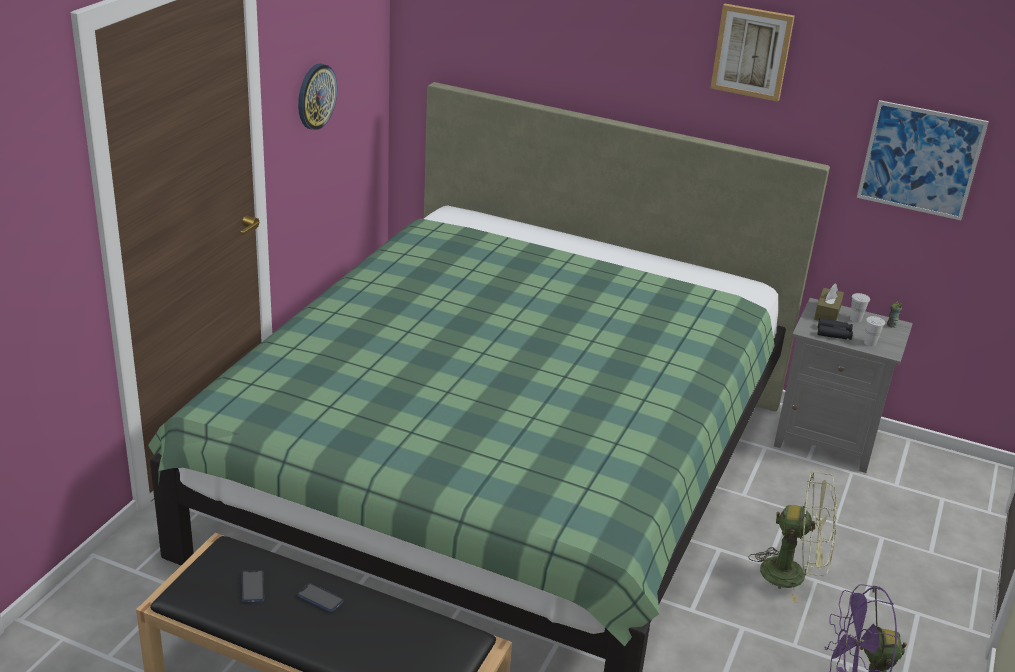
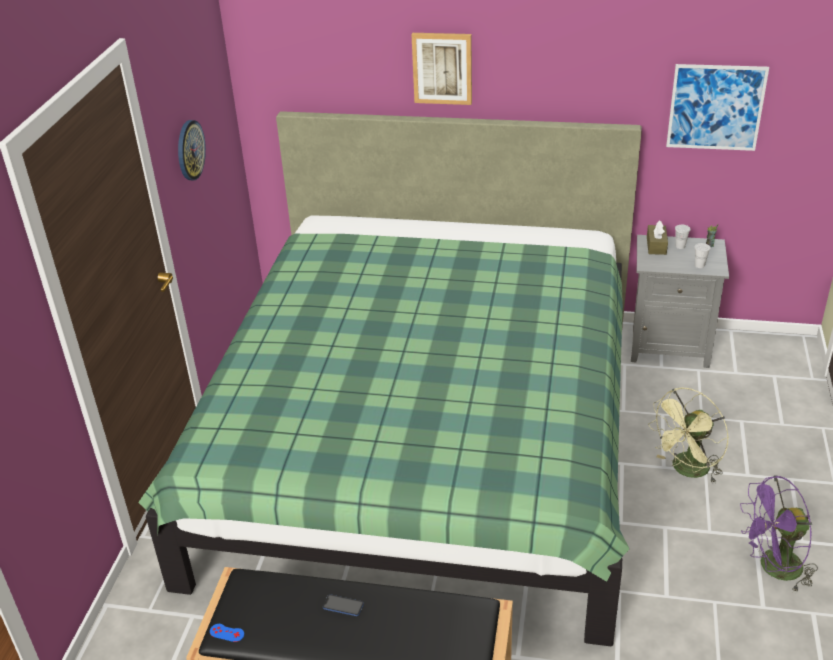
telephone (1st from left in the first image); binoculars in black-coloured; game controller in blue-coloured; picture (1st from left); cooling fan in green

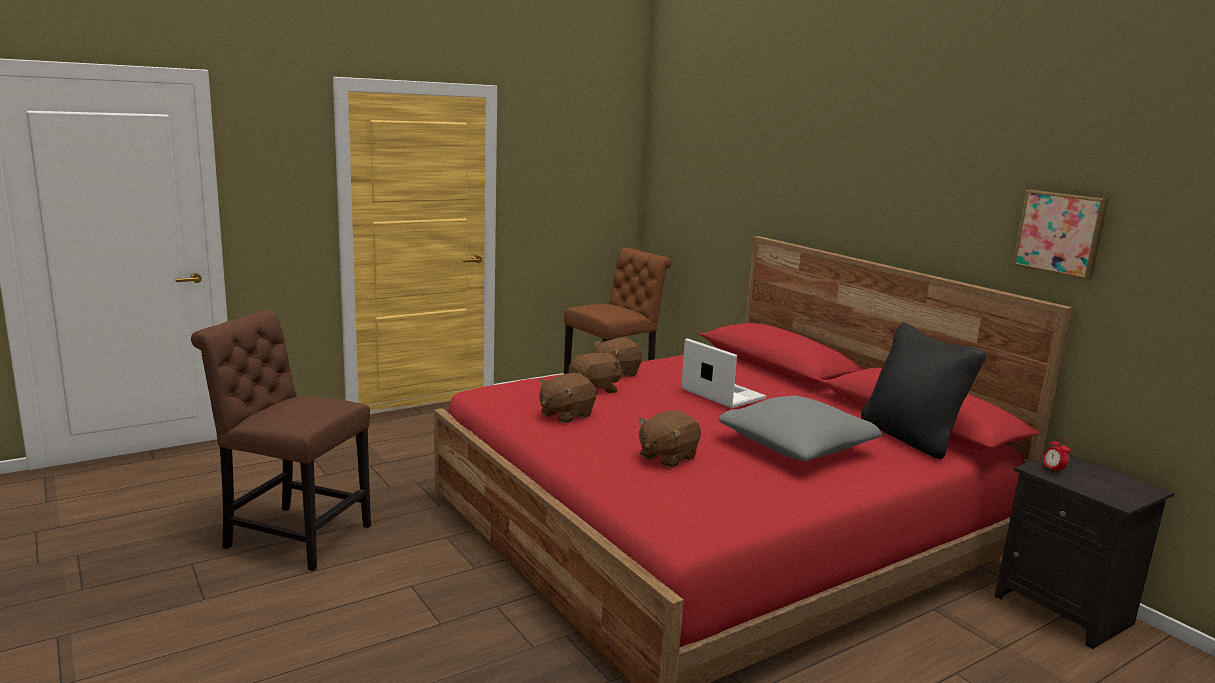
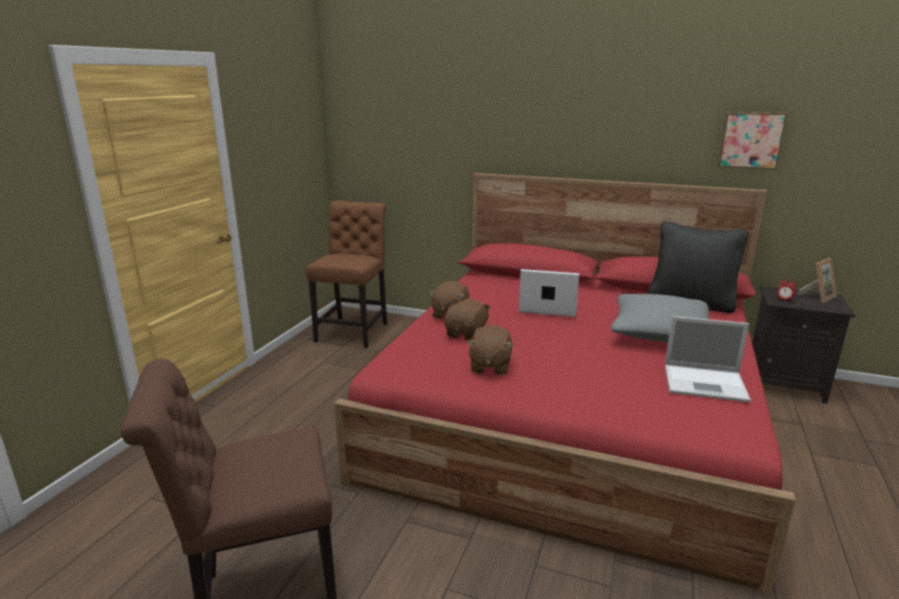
cuddly toy in brown (4th from left in the first image); notebook computer (2nd from left); standing frame

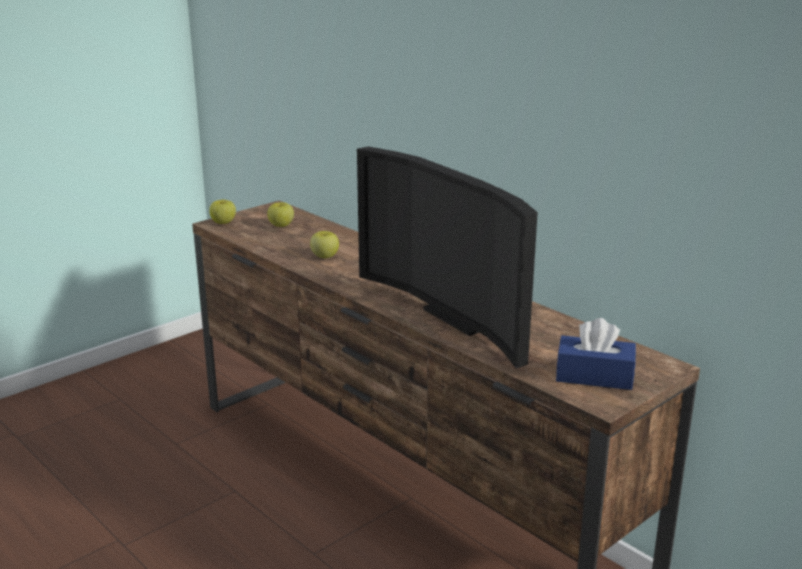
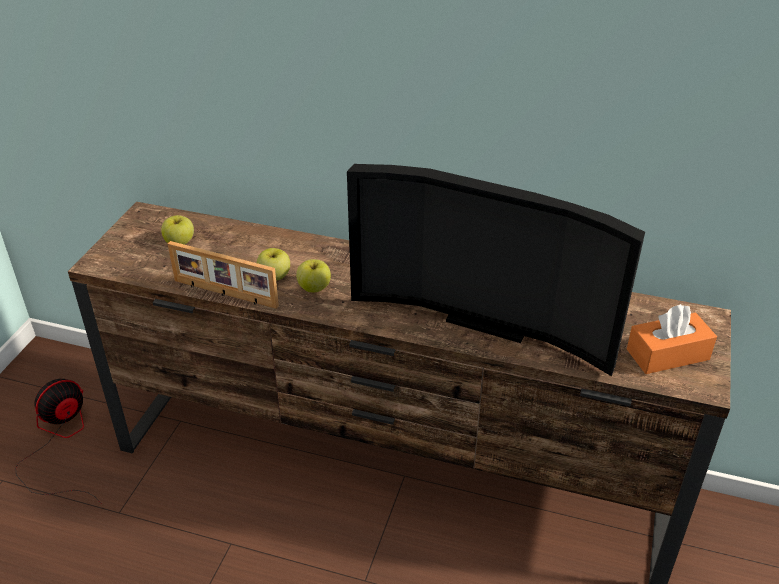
cooling fan; standing frame; apple fruit (3rd from left); tissue box in orange

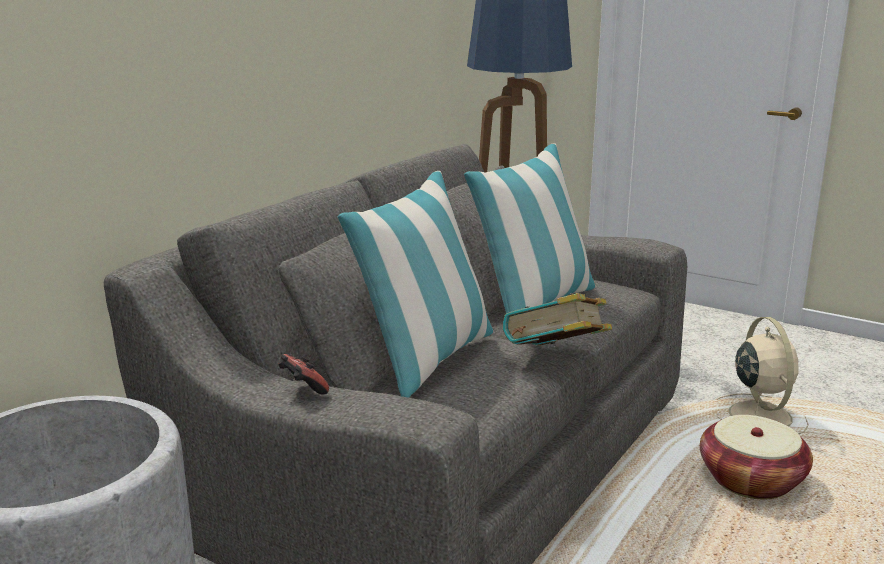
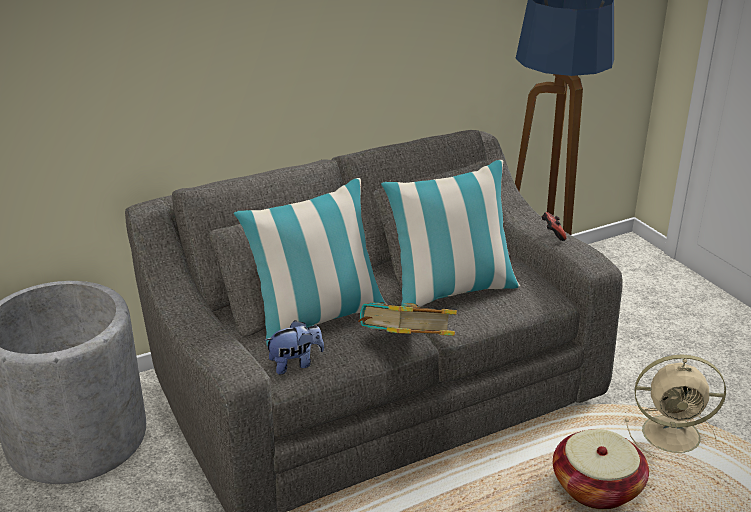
cuddly toy; game controller; cooling fan in beige

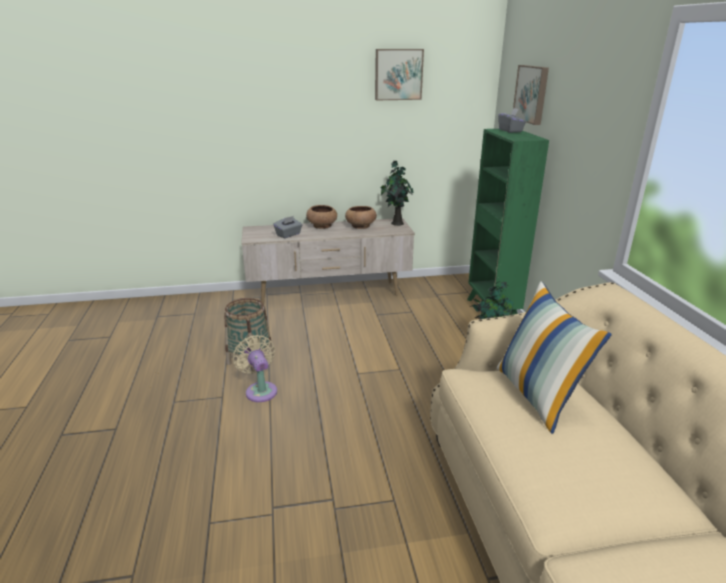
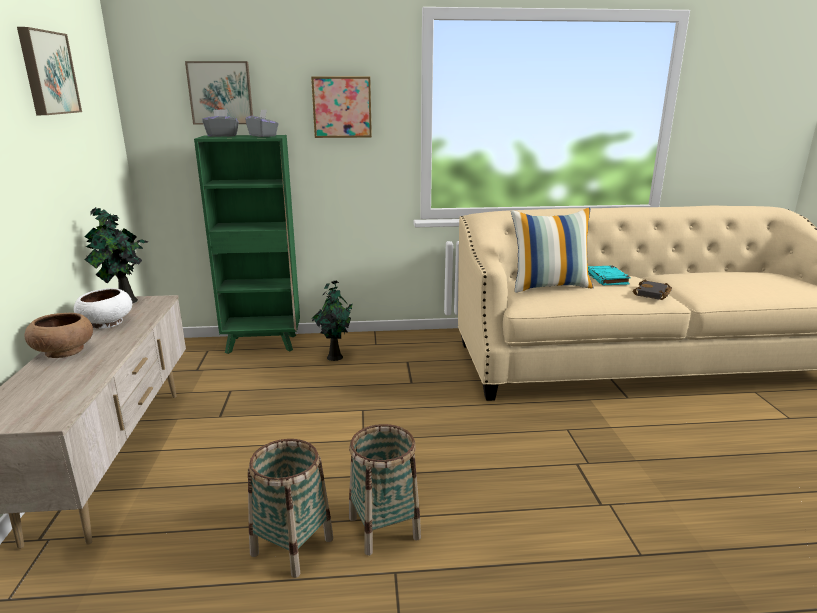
picture (3rd from left); book in blue-green; book in black-coloured; tissue box in gray (2nd from left); storage basket (2nd from left); serving bowl in white-coloured

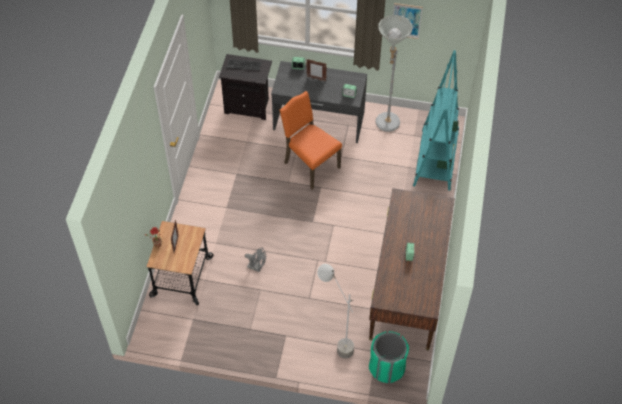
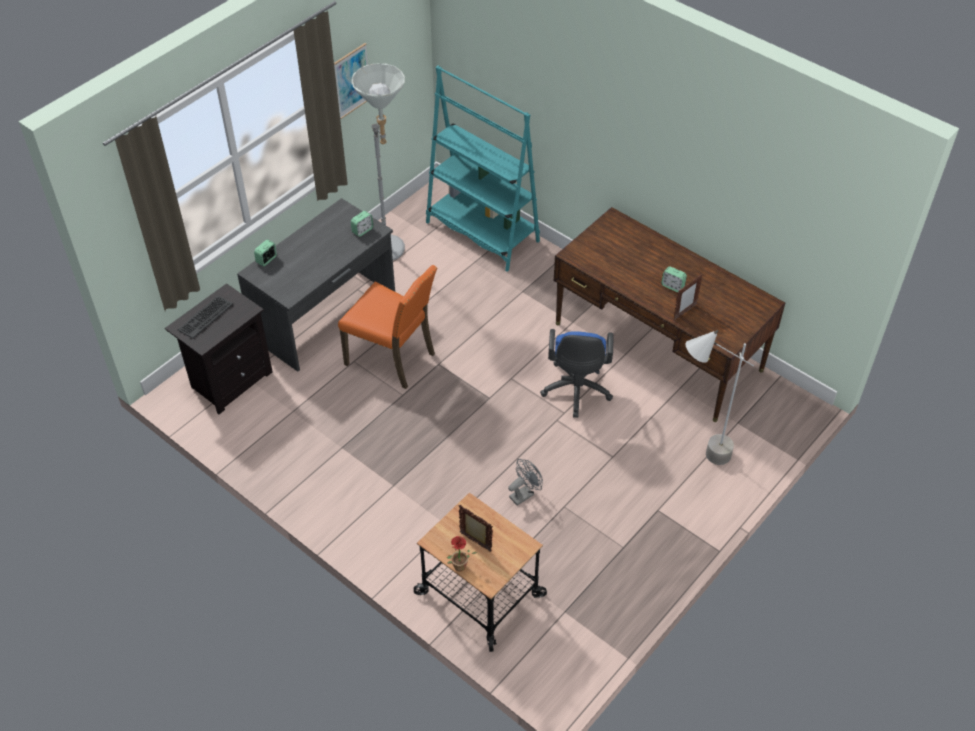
trash can in green; computer chair in blue-coloured; standing frame (2nd from left); upright chair in orange

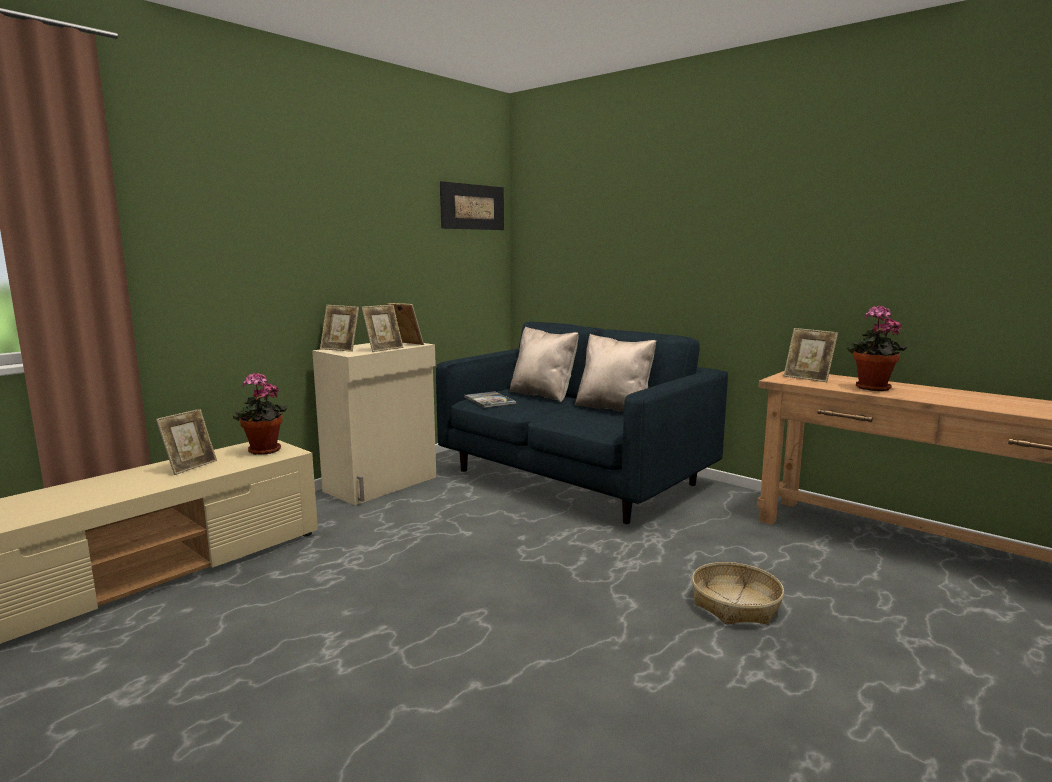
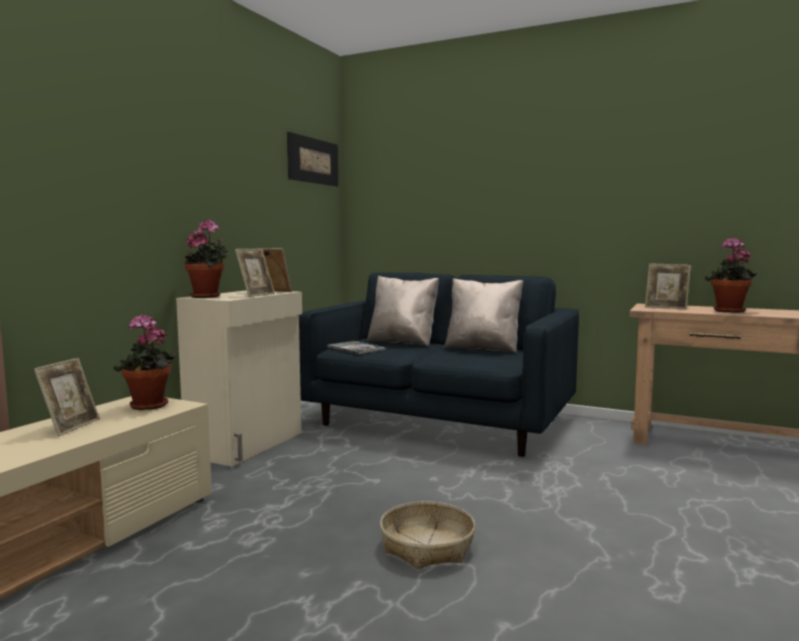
storage basket; potted plant (2nd from left)

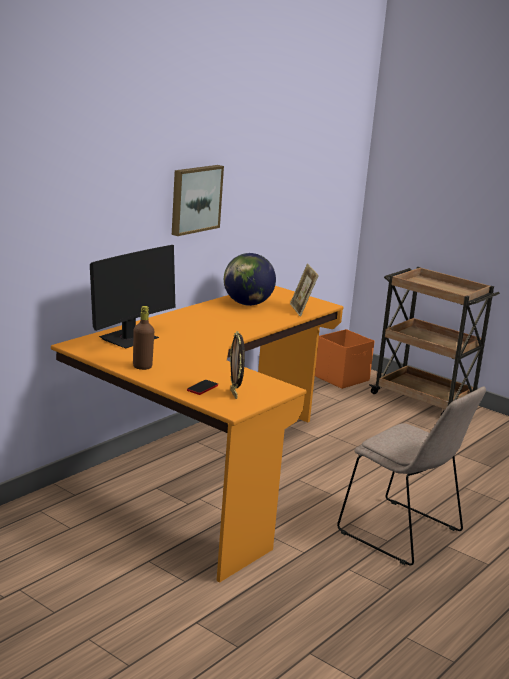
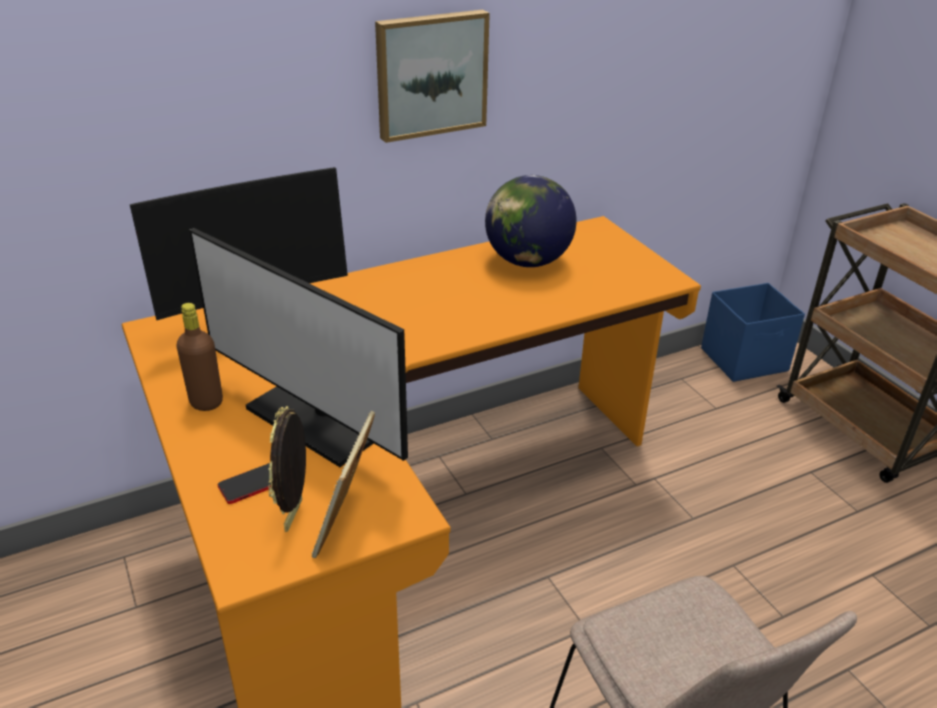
computer display (2nd from left); standing frame (2nd from left); storage box in blue-coloured

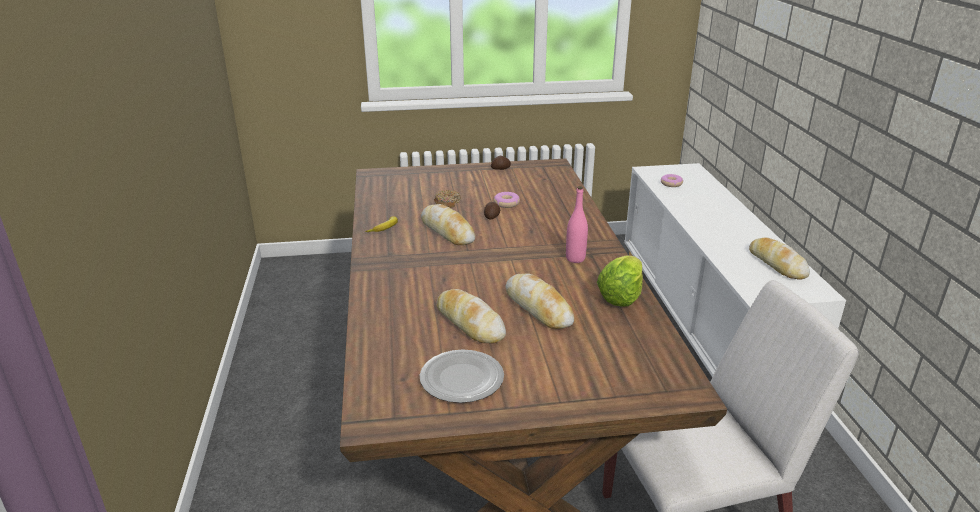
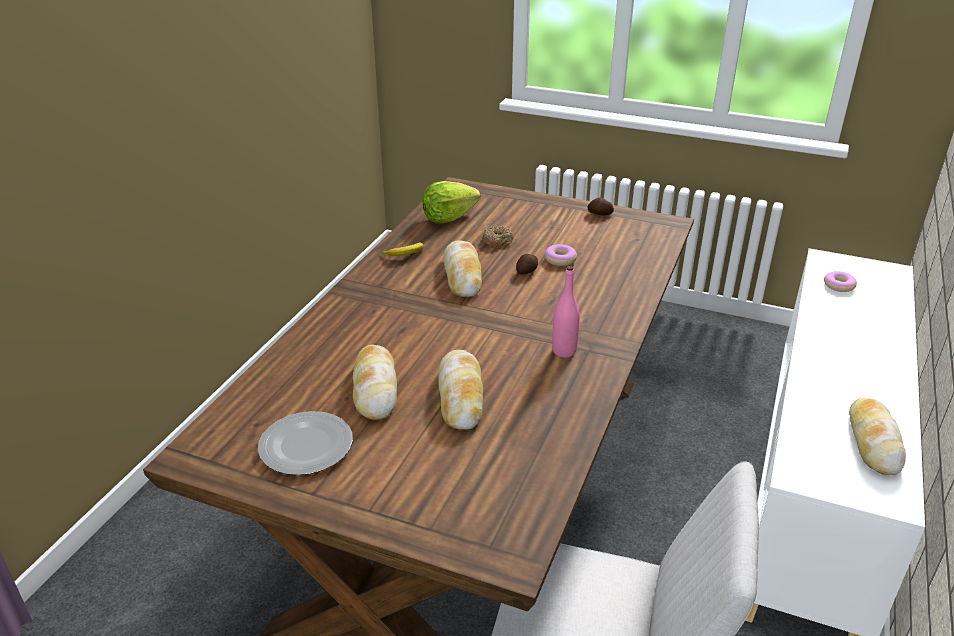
head of lettuce

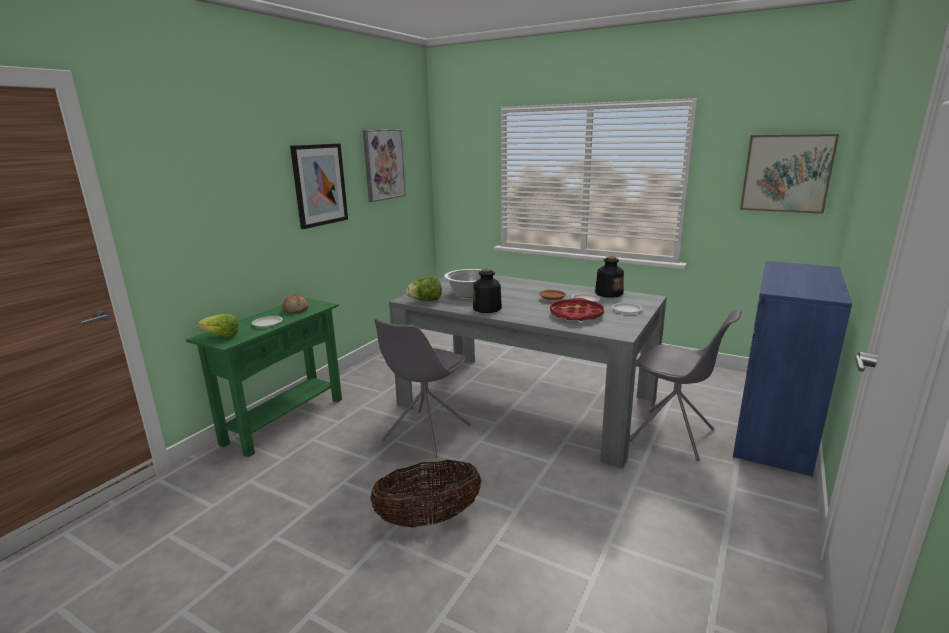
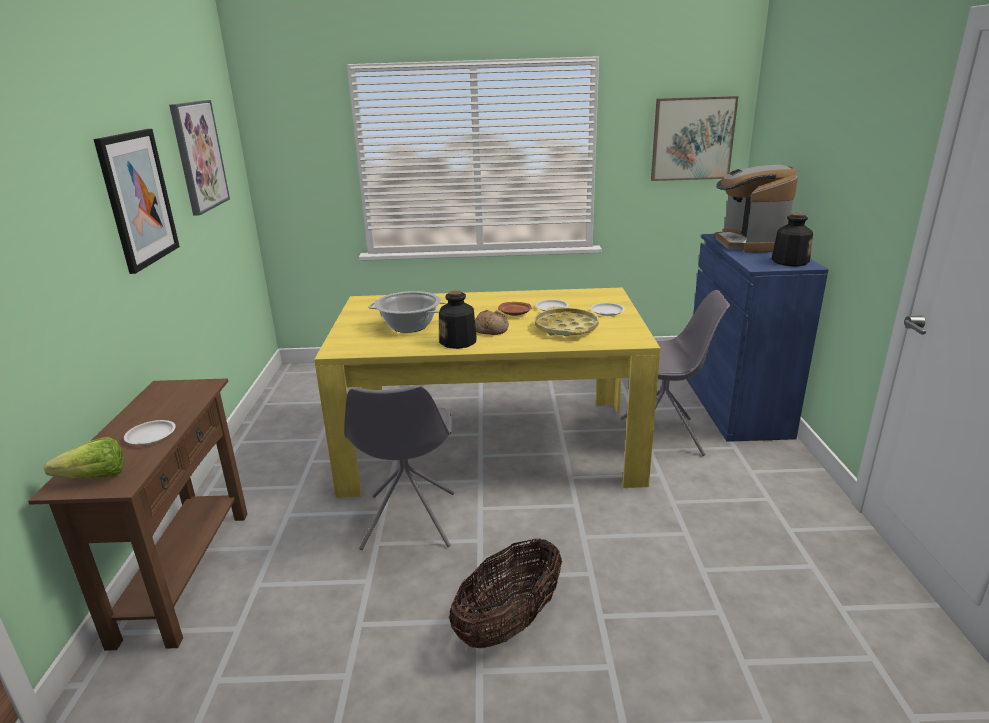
head of lettuce (2nd from left in the first image); coffee machine; baked bread; beverage bottle (2nd from left); console table in brown; kitchen table in yellowish; serving tray in yellowish

